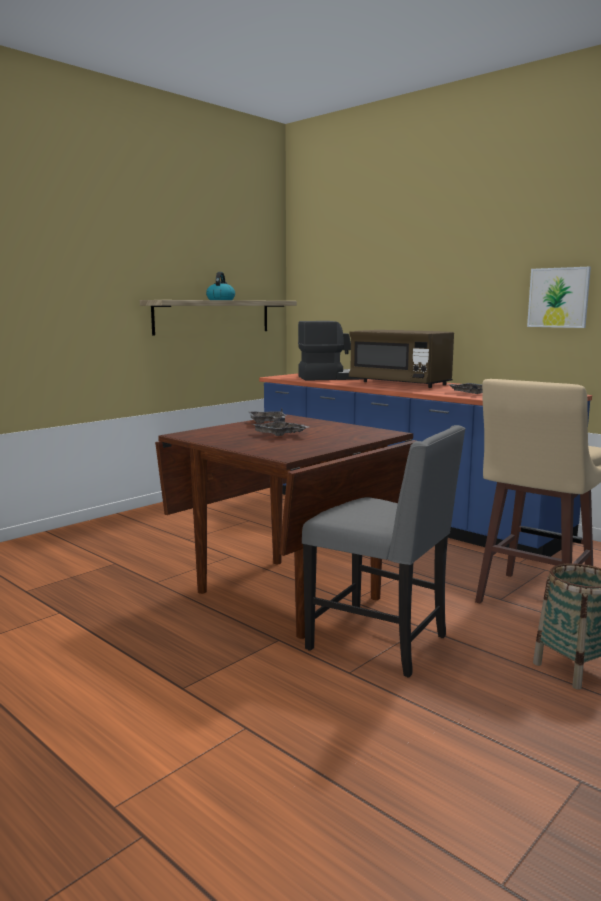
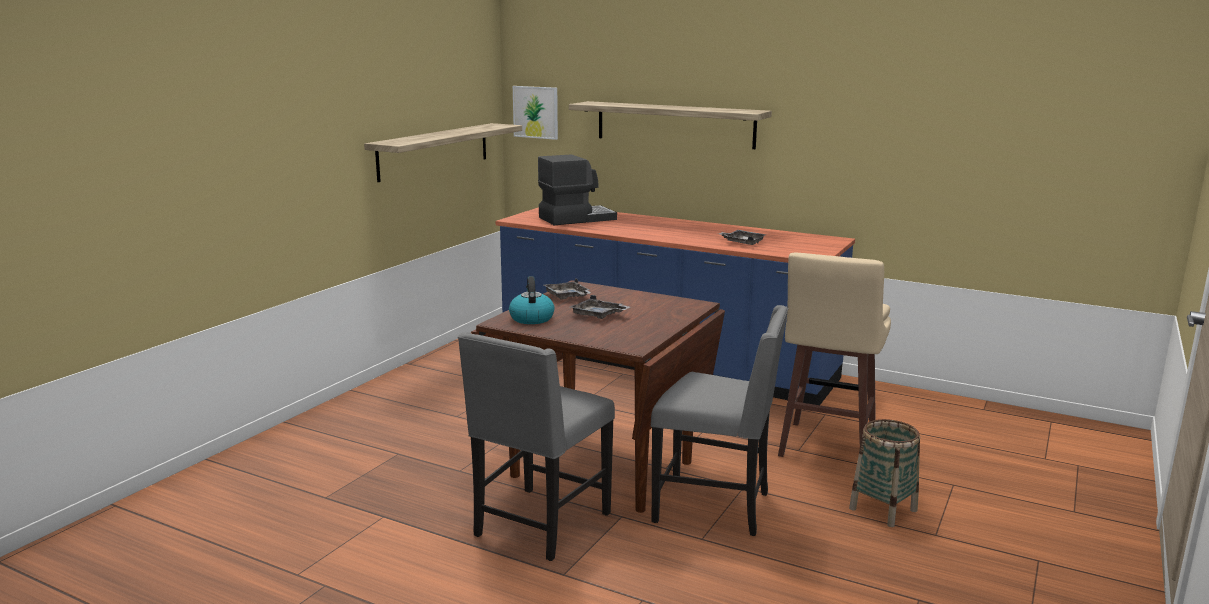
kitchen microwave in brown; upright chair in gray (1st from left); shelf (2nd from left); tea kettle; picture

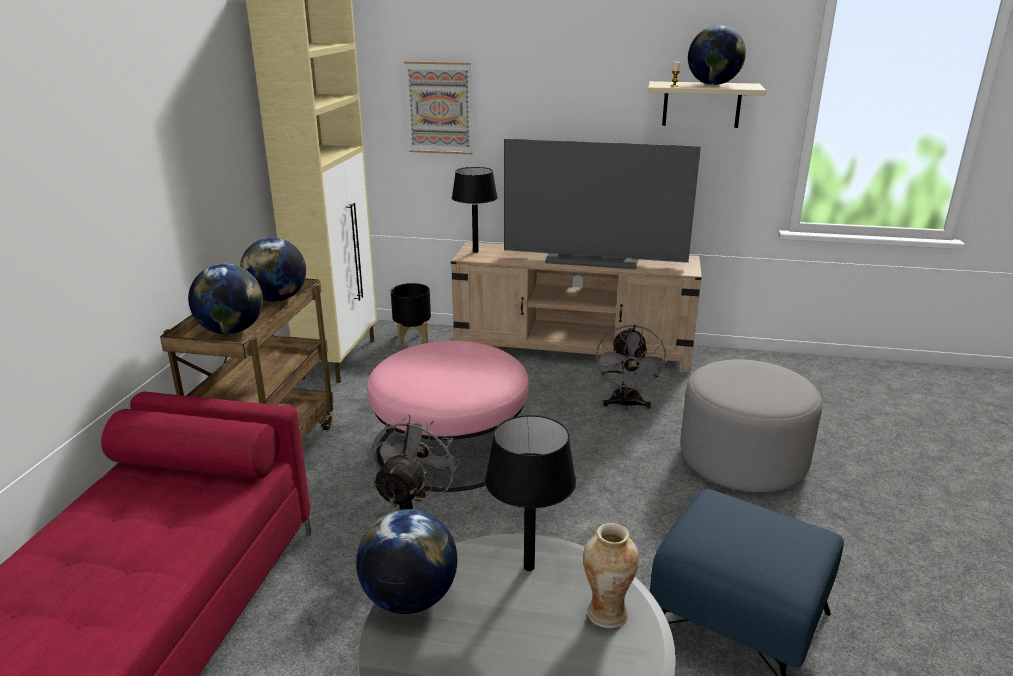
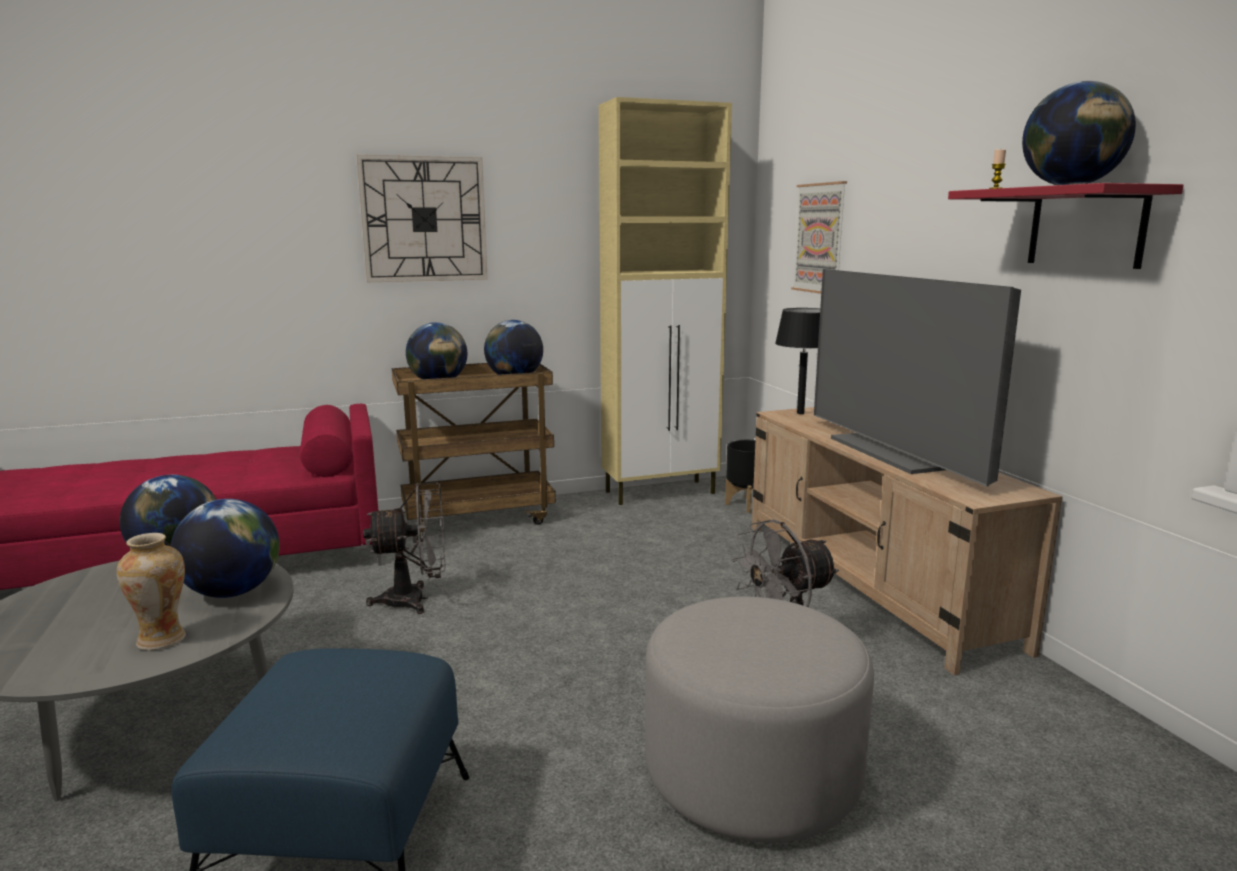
footrest in pink; hanging clock; desk globe (2nd from left); shelf in red-coloured

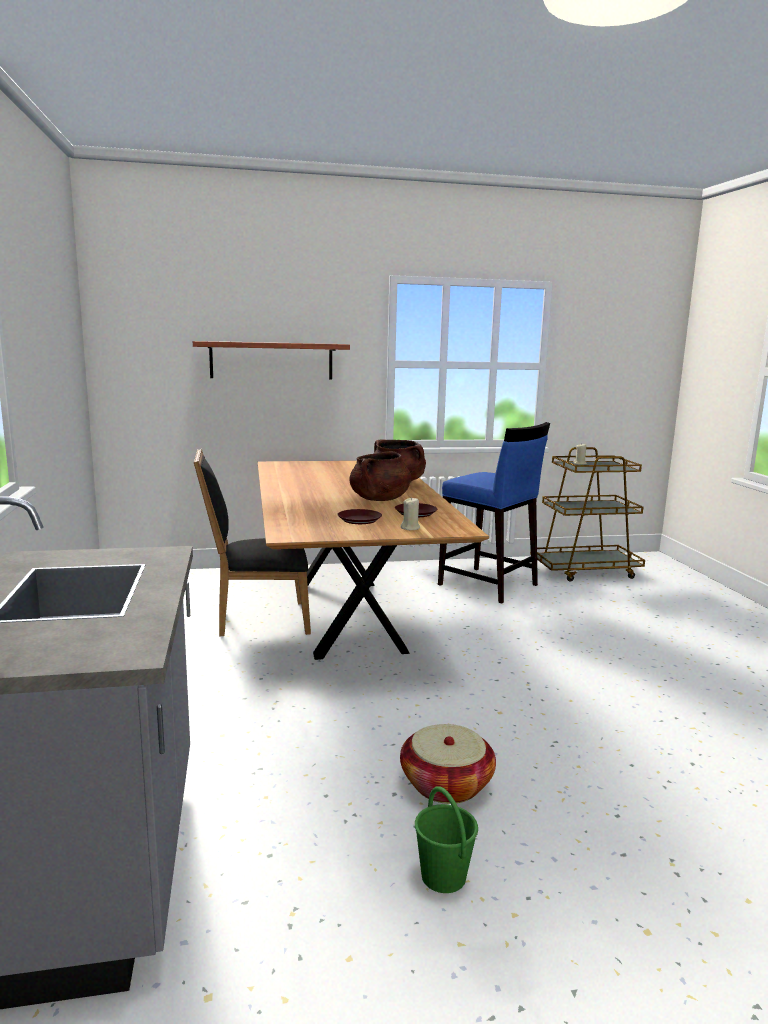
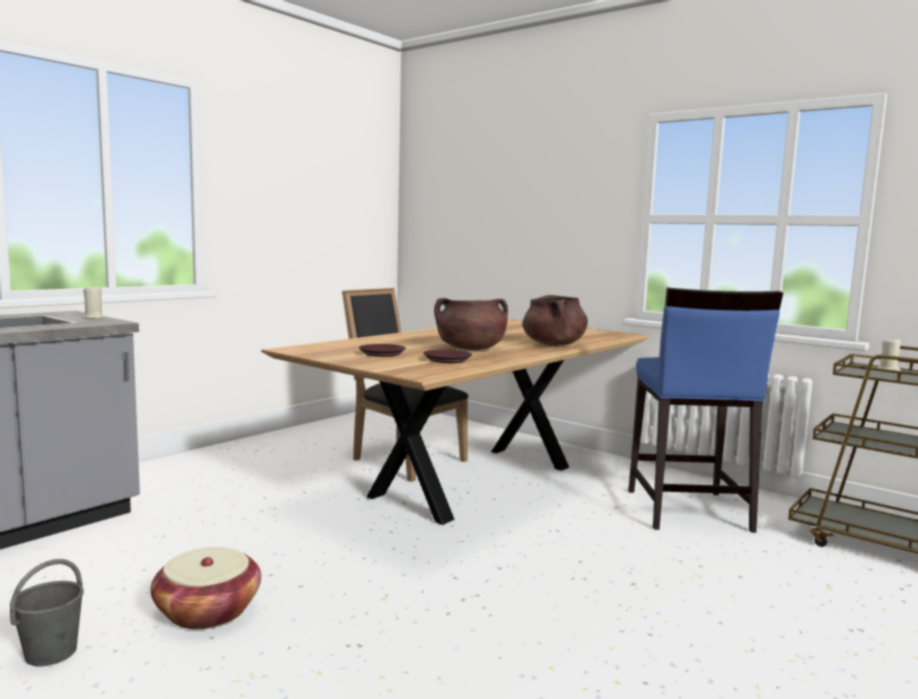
shelf; wax candle in beige (1st from left); bucket in gray

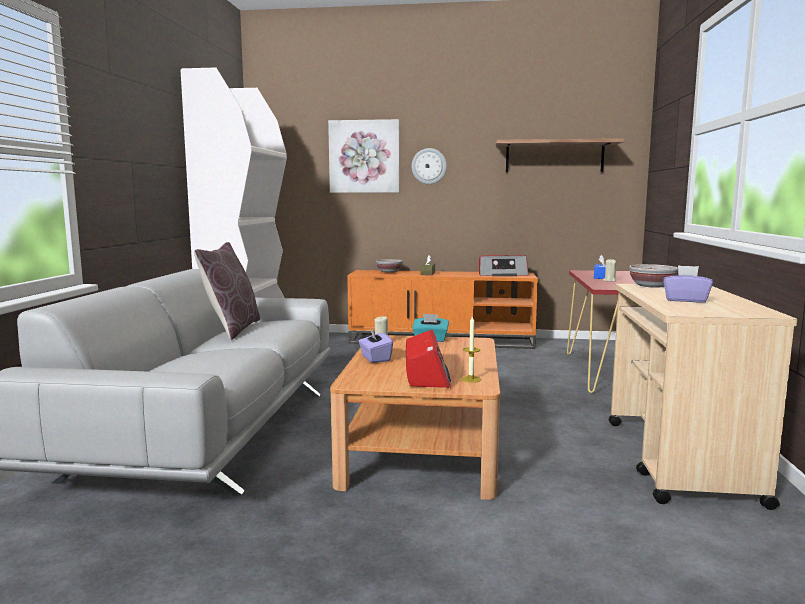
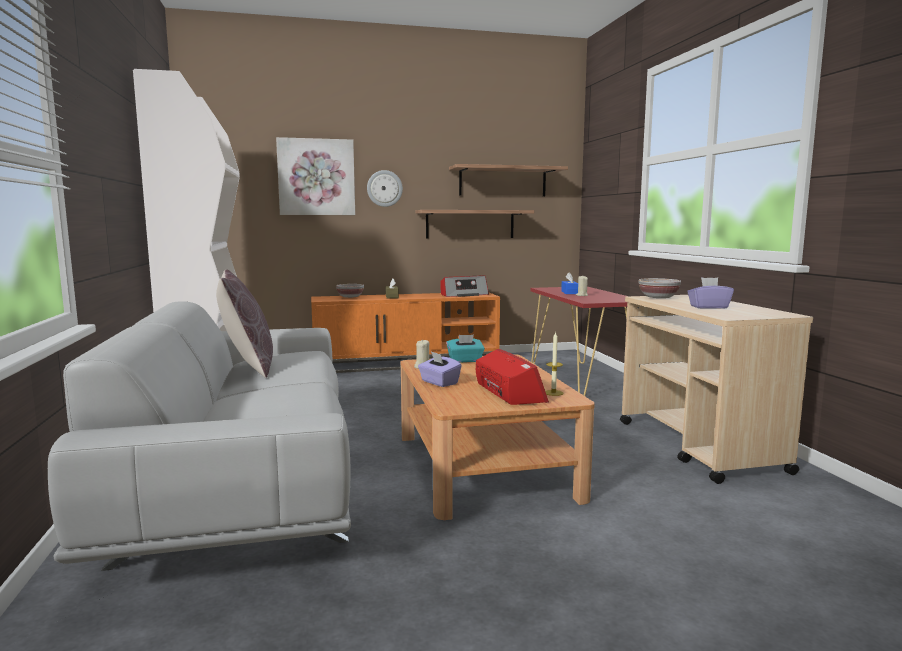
shelf (1st from left)

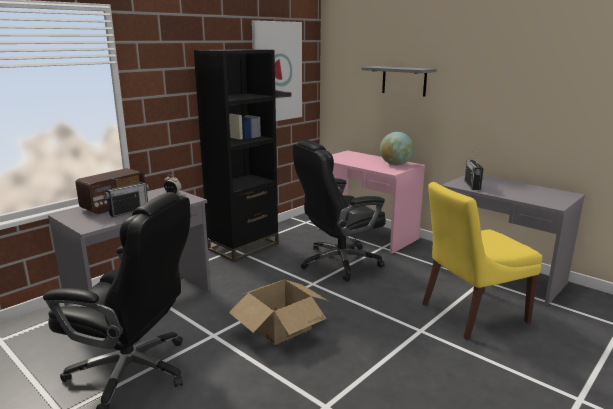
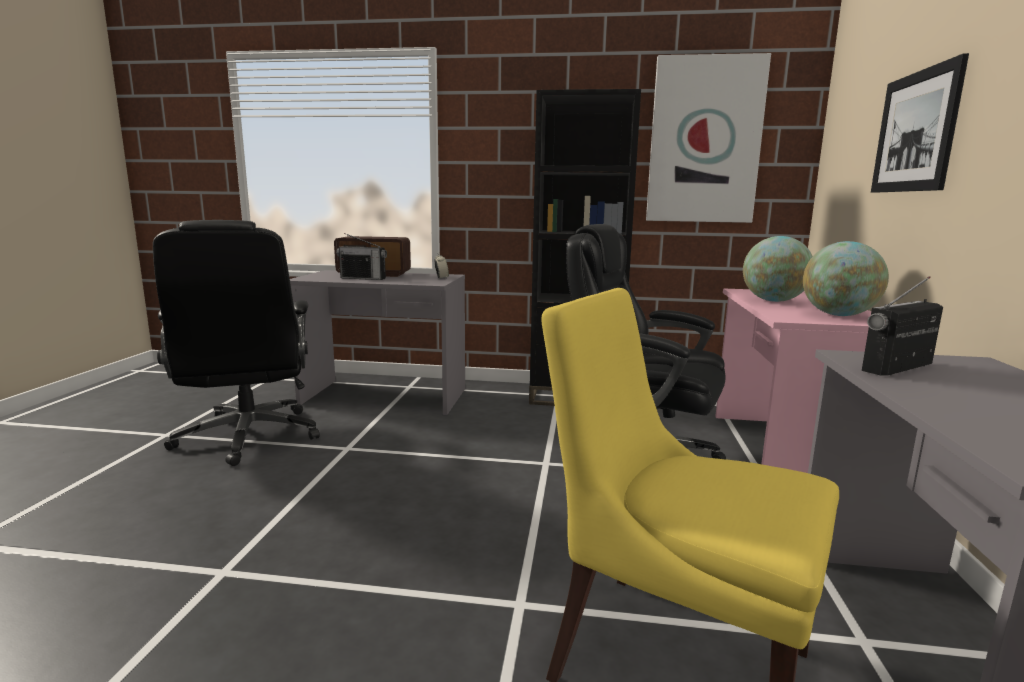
packing box; desk globe (1st from left); picture (2nd from left)

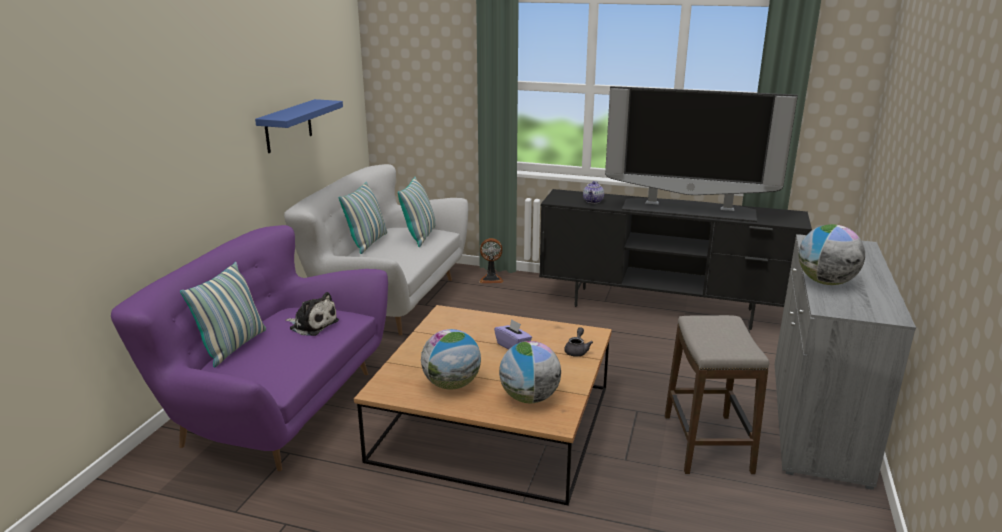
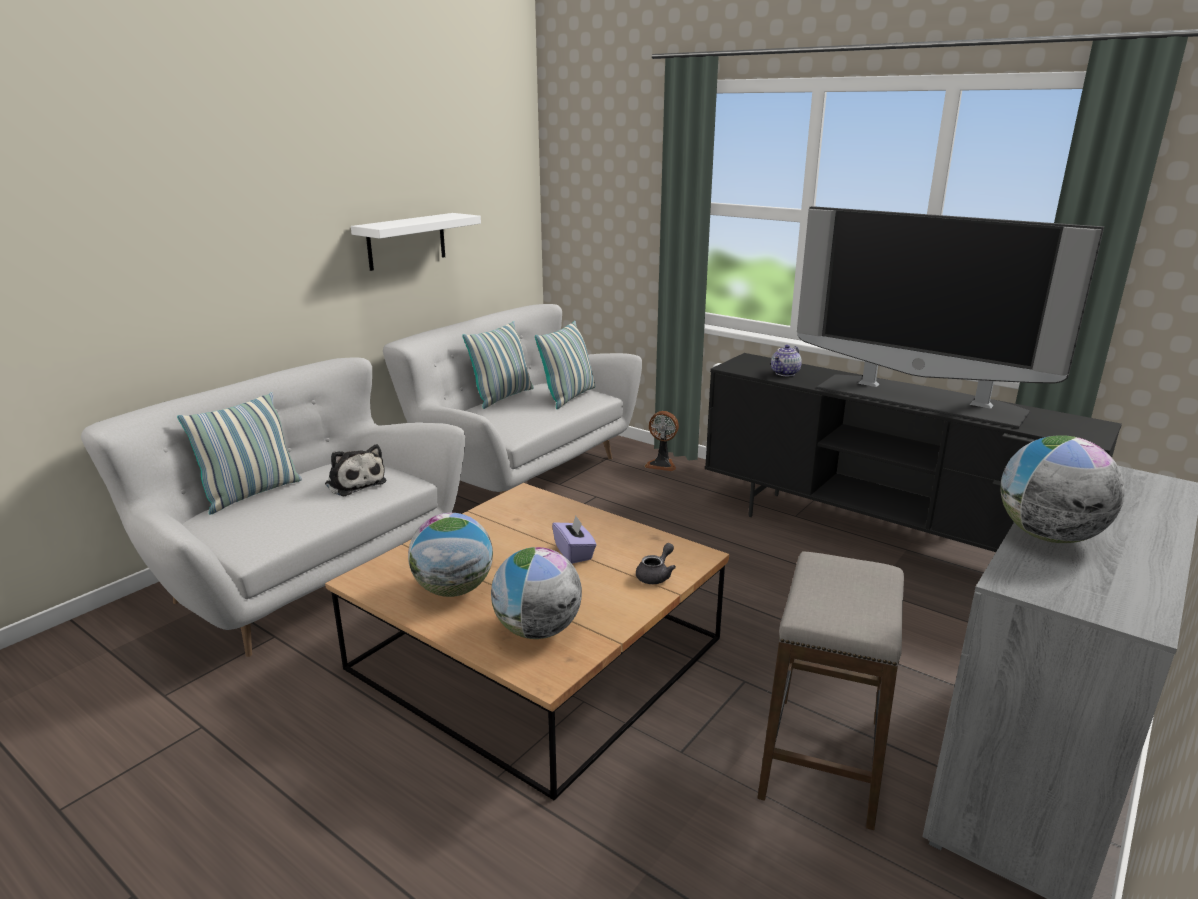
settee in white-coloured (1st from left); shelf in white-coloured

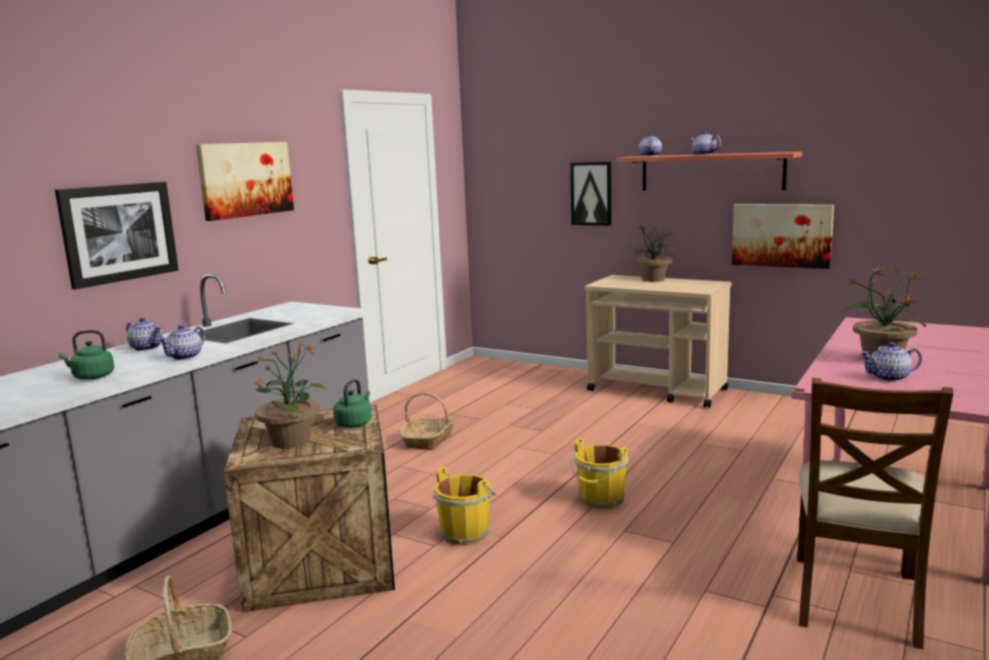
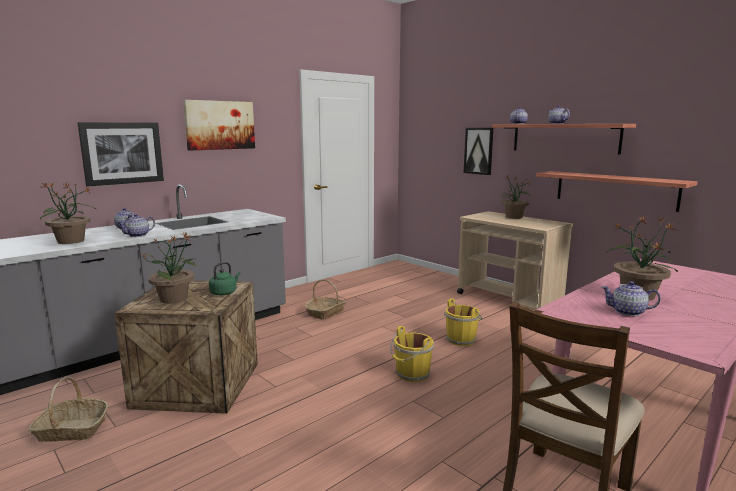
bucket in yellowish (2nd from left); potted plant (1st from left); shelf (2nd from left)

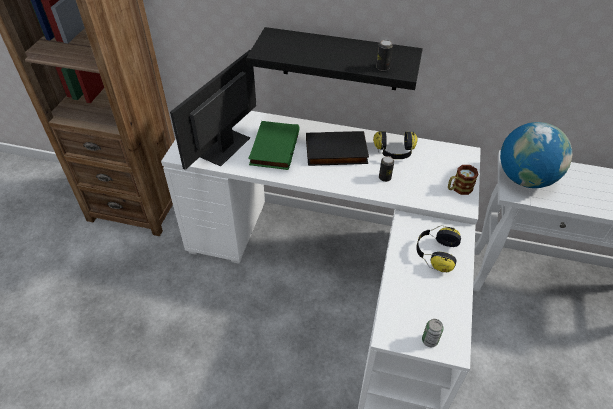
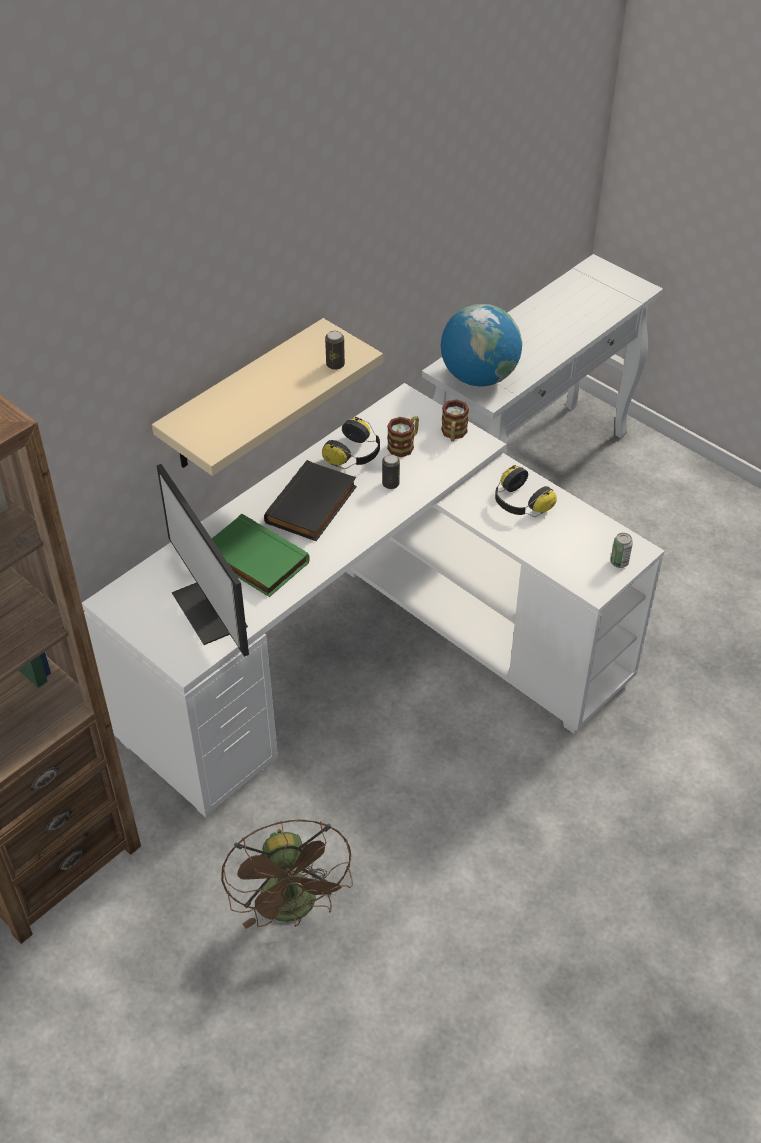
cooling fan in brown; tea mug (1st from left); shelf in beige

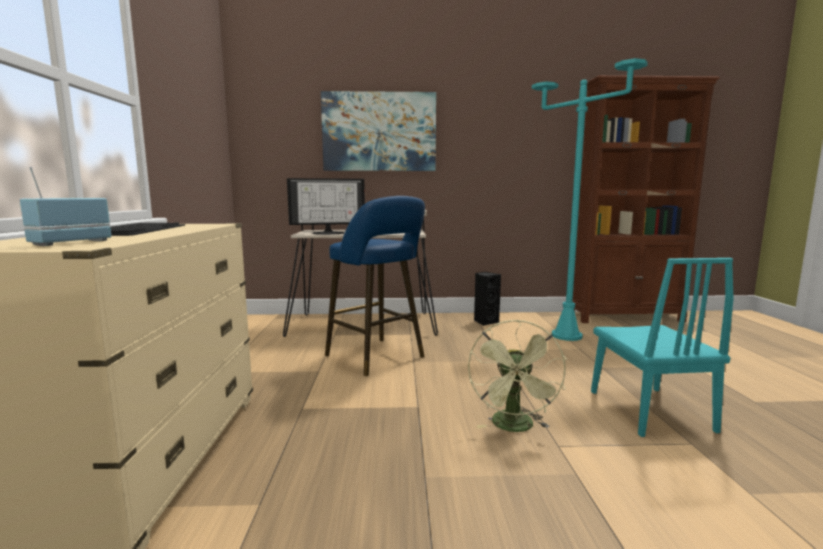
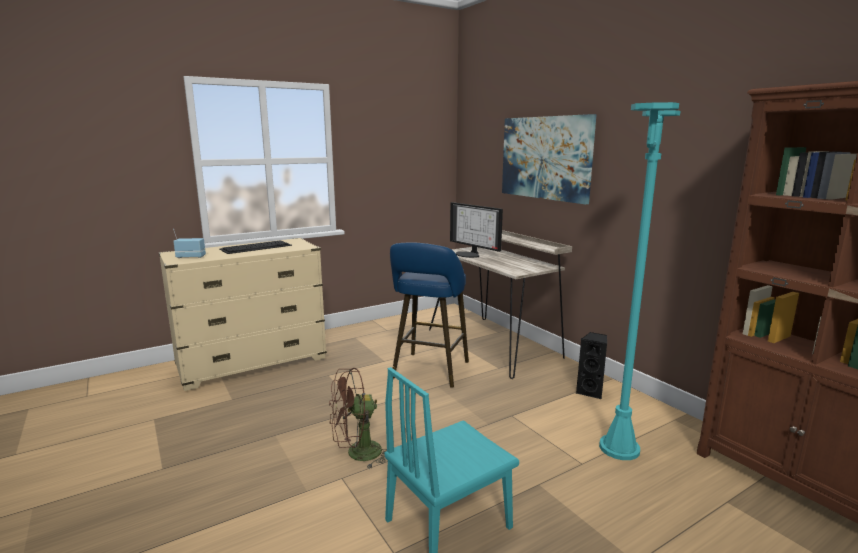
cooling fan in brown

